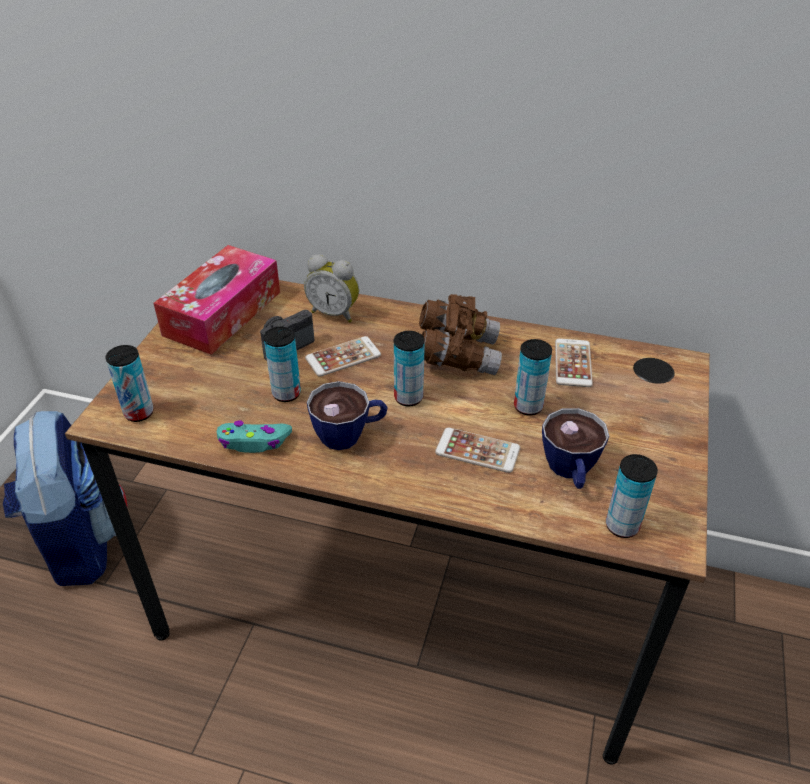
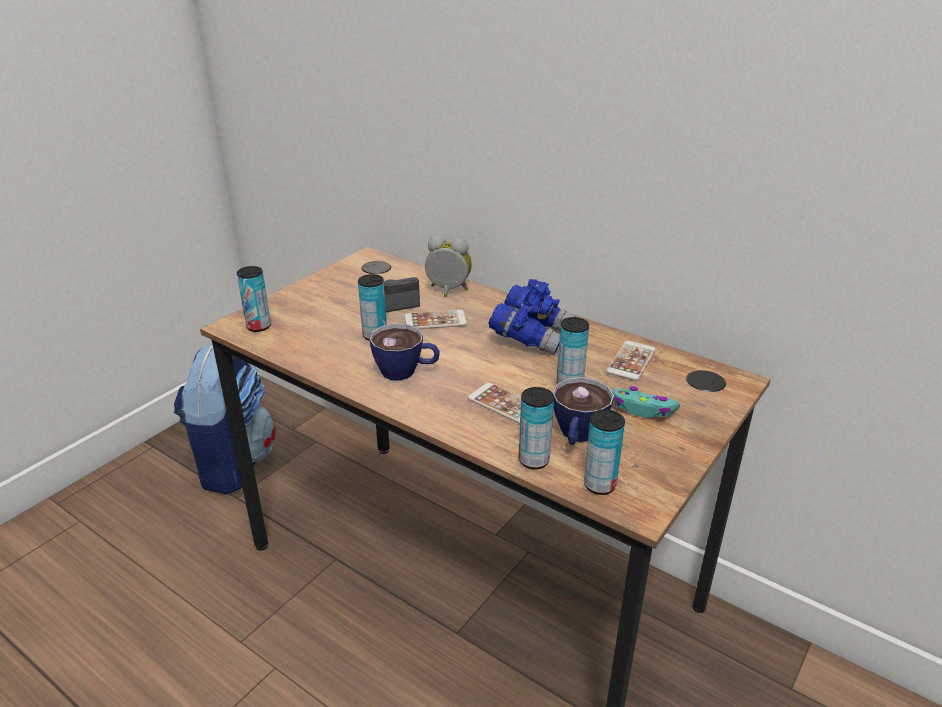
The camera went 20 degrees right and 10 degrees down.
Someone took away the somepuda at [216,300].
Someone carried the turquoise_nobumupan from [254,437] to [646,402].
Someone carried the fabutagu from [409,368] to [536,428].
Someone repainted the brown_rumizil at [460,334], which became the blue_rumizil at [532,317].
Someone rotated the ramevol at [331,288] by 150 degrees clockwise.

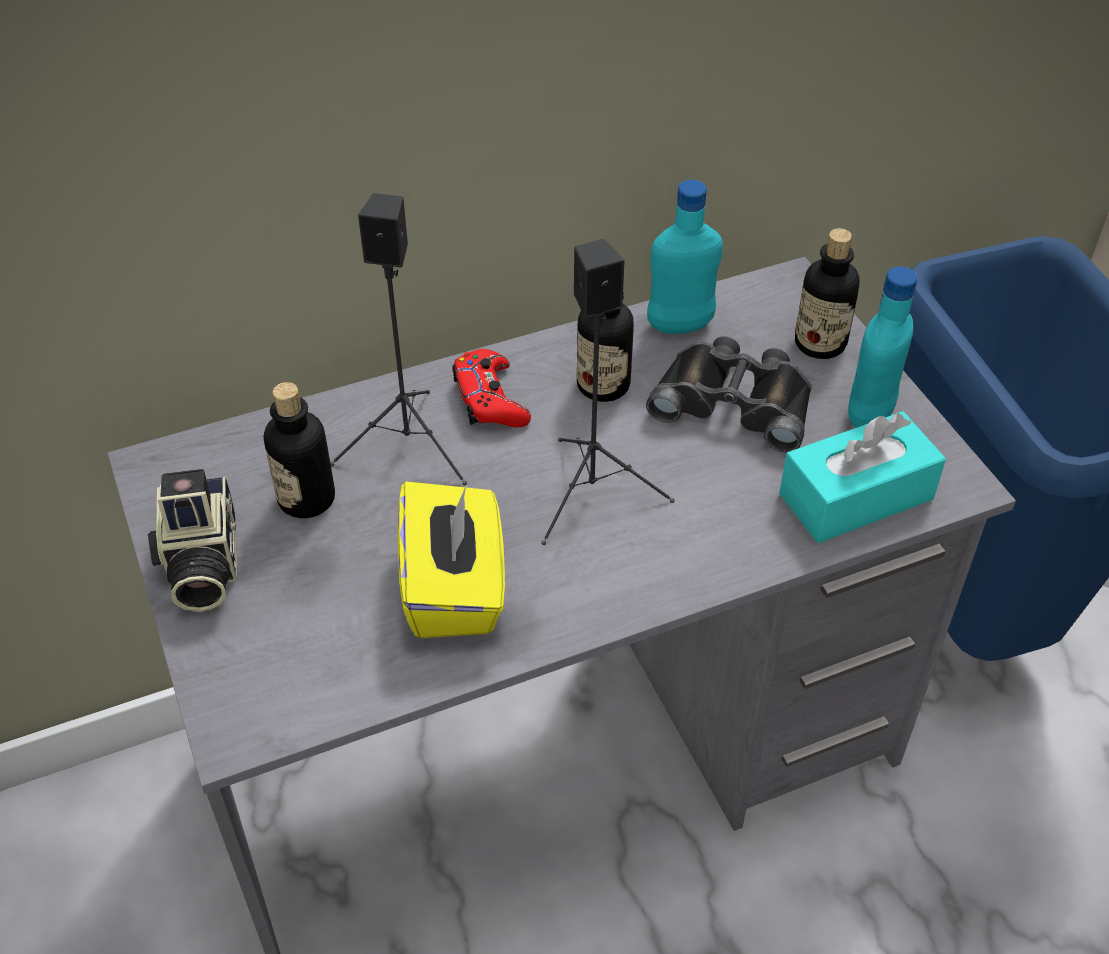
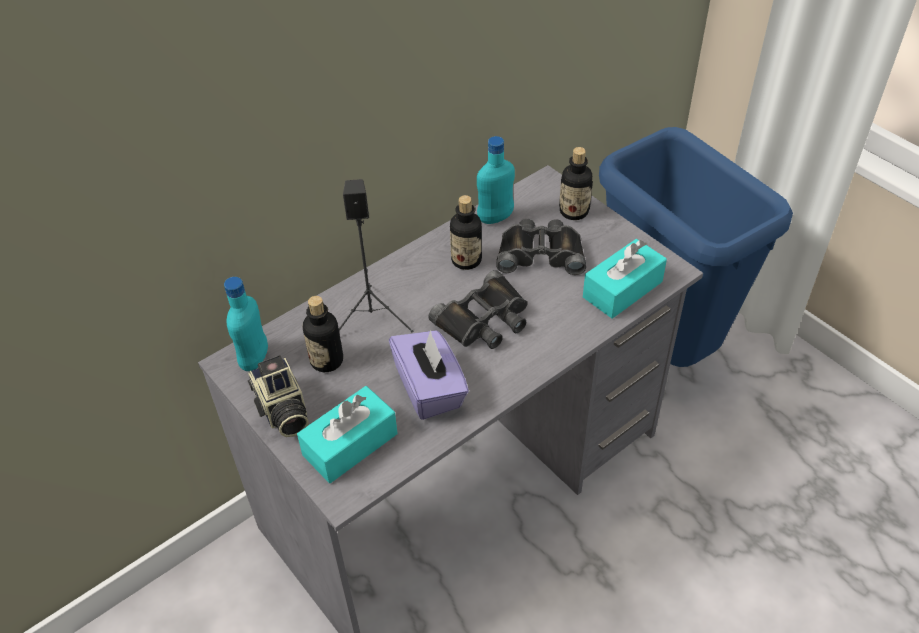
The camera went 15 degrees left and 0 degrees up.
Someone took away the red_nobumupan at [491,388].
Someone put down the turquoise_somepuda at [347,434].
Someone carried the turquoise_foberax from [883,347] to [246,324].
Someone swapped the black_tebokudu at [608,392] for the black_rumizil at [478,309].
Someone repainted the yellow_somepuda at [451,559], which became the purple_somepuda at [429,375].

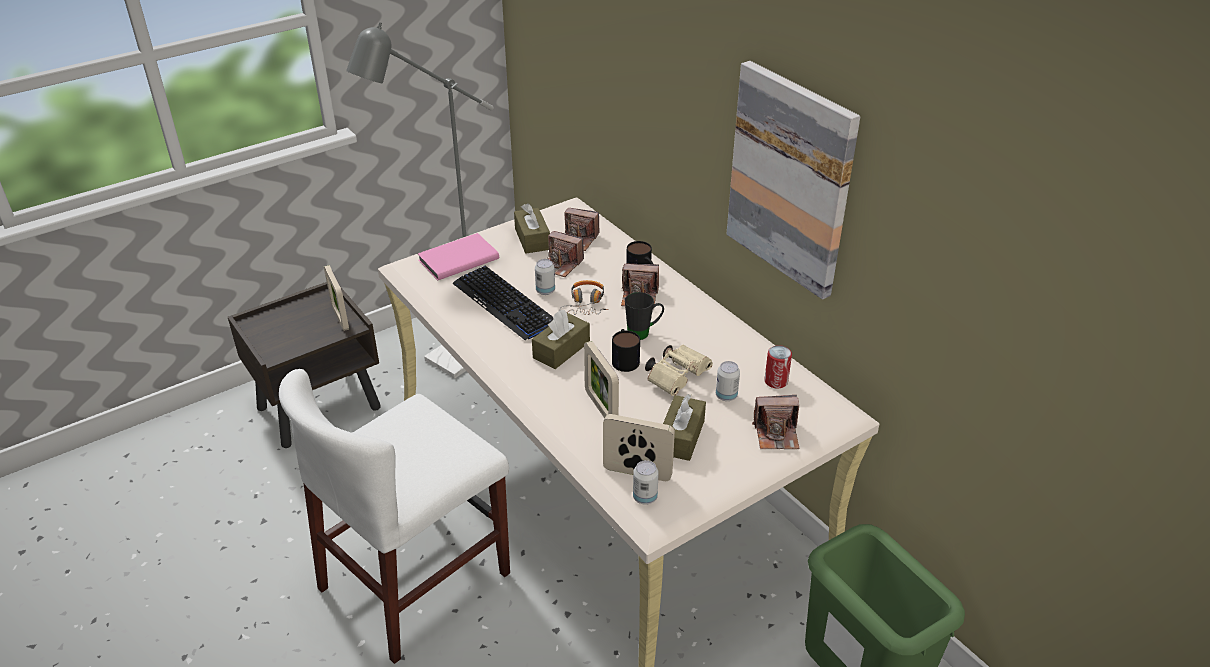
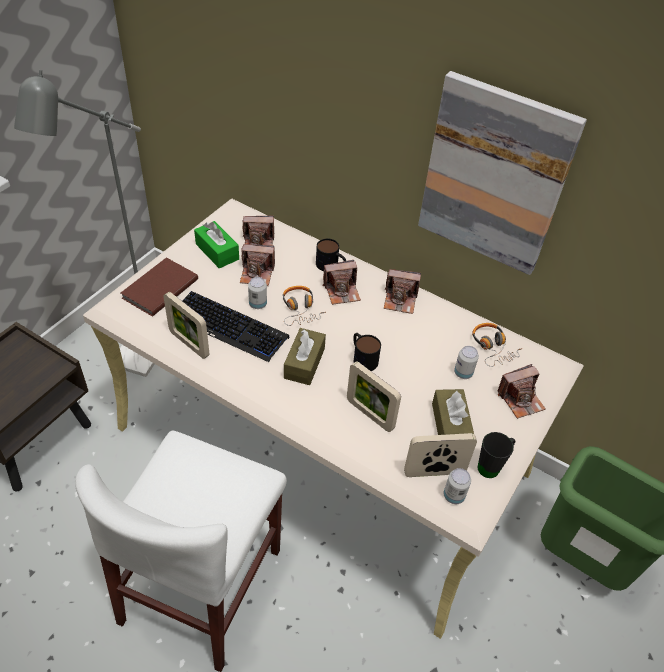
The camera went 25 degrees left and 10 degrees up.
Someone took away the beige_rumizil at [679,370].
Someone put down the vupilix at [402,291].
Someone carried the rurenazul from [336,298] to [186,325].
Someone carried the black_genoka from [644,316] to [496,455].
Someone swapped the fabutagu at [778,367] for the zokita at [497,345].
Someone repainted the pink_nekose at [458,256], which became the brown_nekose at [159,287].
Someone repainted the brown_somepuda at [532,228], which became the green_somepuda at [216,244].

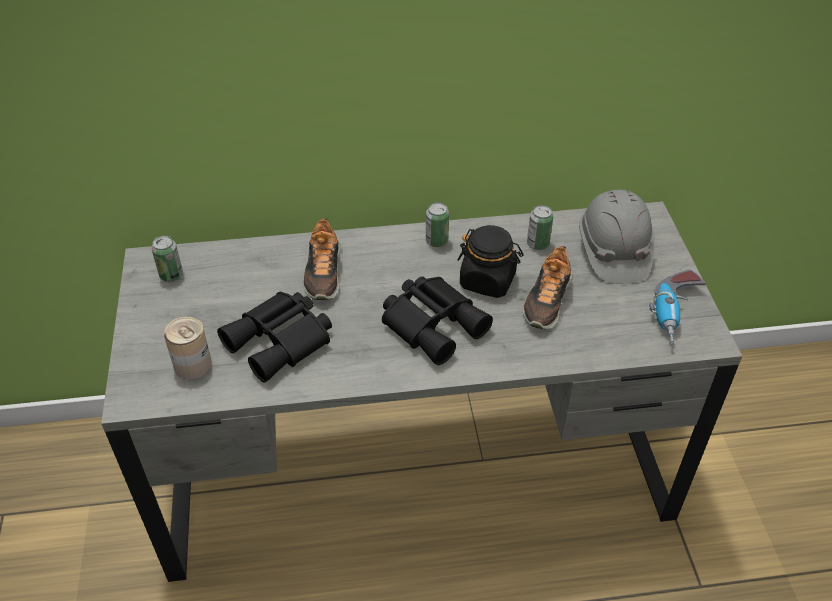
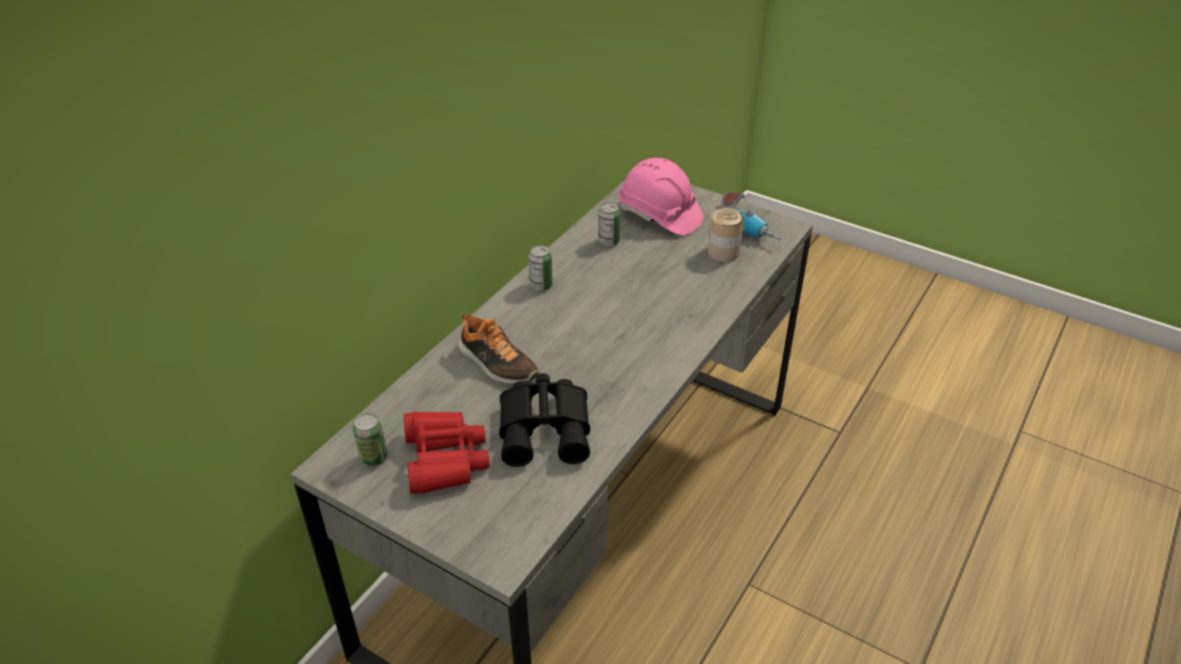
The camera went 50 degrees left and 5 degrees down.
Someone took away the black_rumizil at [437,321].
Someone took away the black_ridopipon at [491,261].
Someone took away the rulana at [548,287].
Someone put down the red_rumizil at [447,452].
Someone carried the fabutagu from [188,348] to [726,235].
Someone repainted the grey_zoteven at [617,237], which became the pink_zoteven at [661,196].

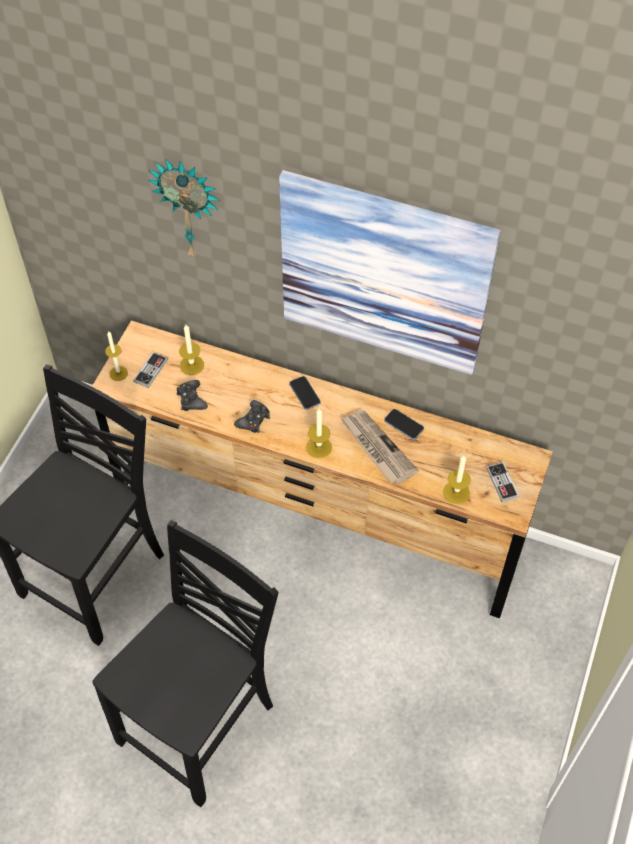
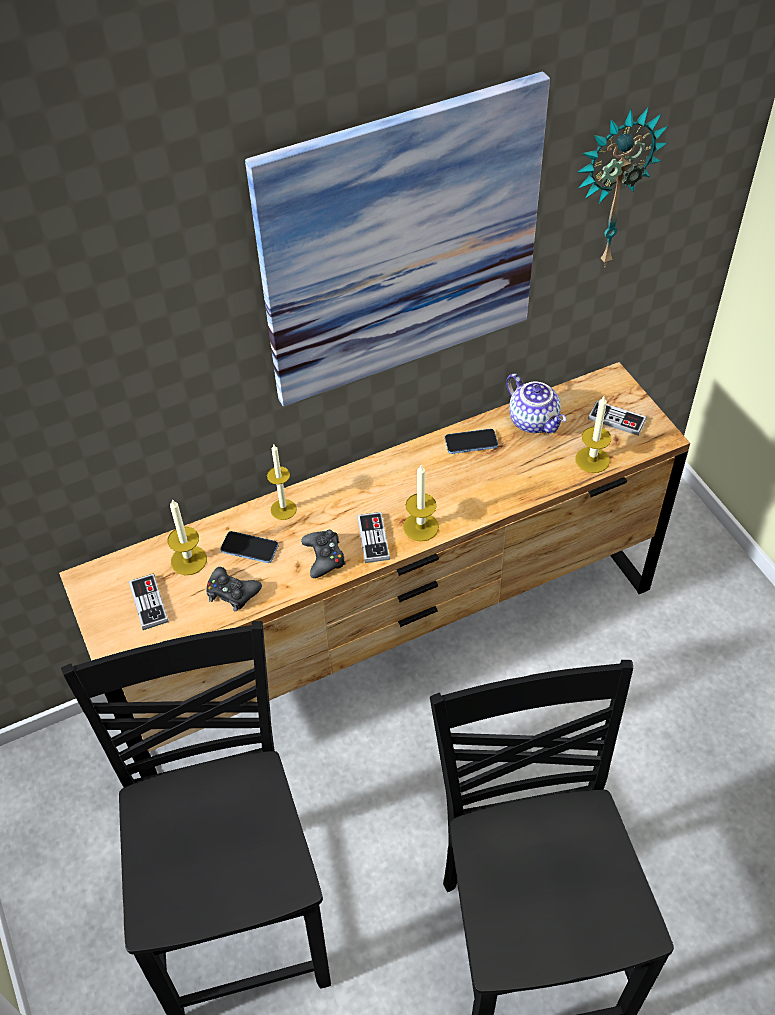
The camera went 45 degrees left and 5 degrees down.
Someone took away the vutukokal at [380,448].
Someone put down the nobumupan at [373,537].
Someone put down the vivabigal at [536,403].
Someone carried the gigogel from [116,356] to [282,482].
Someone carried the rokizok from [184,209] to [622,187].
Someone carried the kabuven from [305,393] to [249,547].

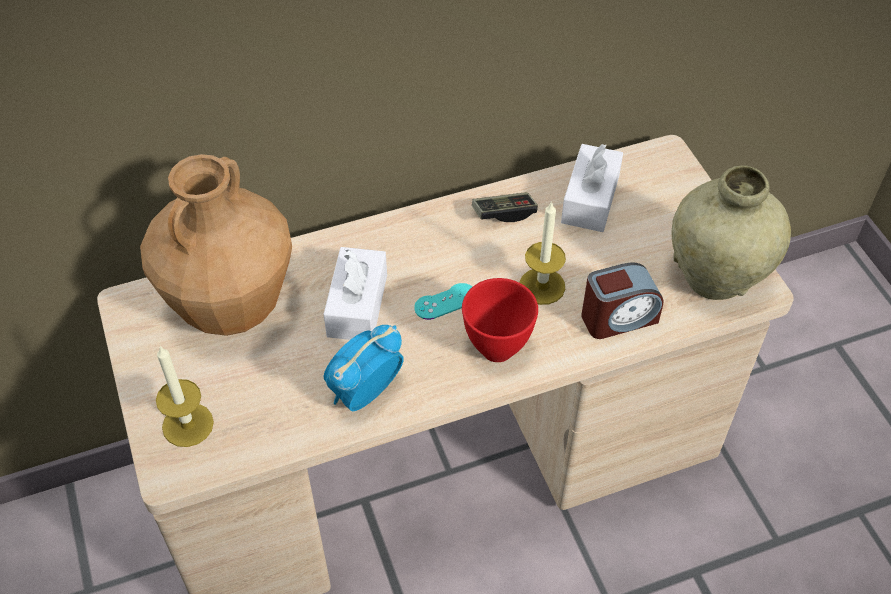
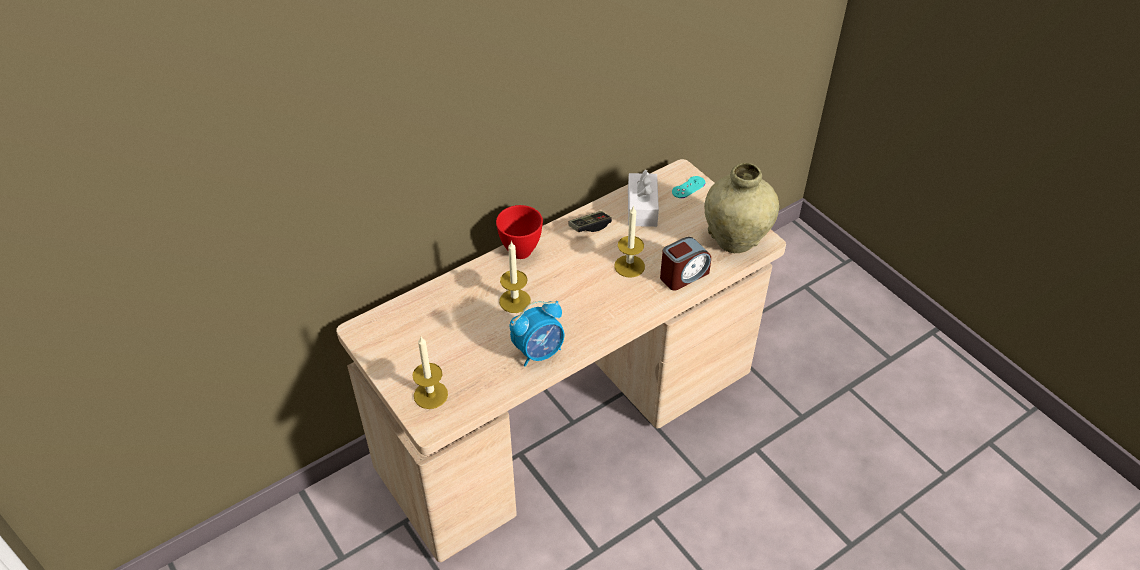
The camera went 15 degrees left and 5 degrees down.
Someone took away the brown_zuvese at [216,245].
Someone carried the turquoise_nobumupan from [443,301] to [689,187].
Someone carried the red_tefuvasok from [500,320] to [519,232].
Someone swapped the white_somepuda at [355,293] for the gigogel at [515,276].
Someone rotated the ramevol at [363,368] by 150 degrees counterclockwise.

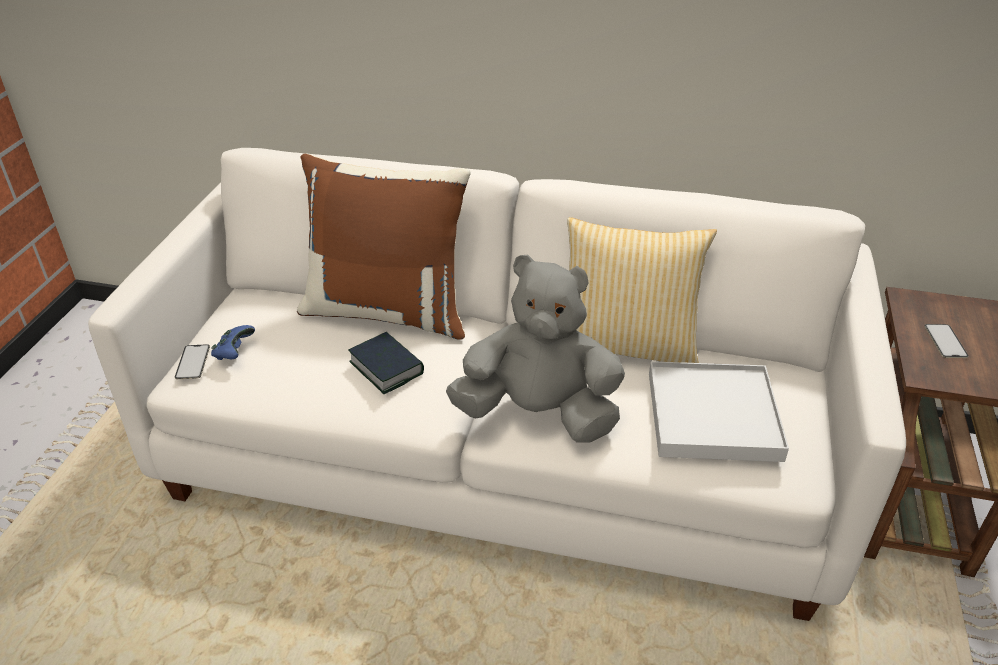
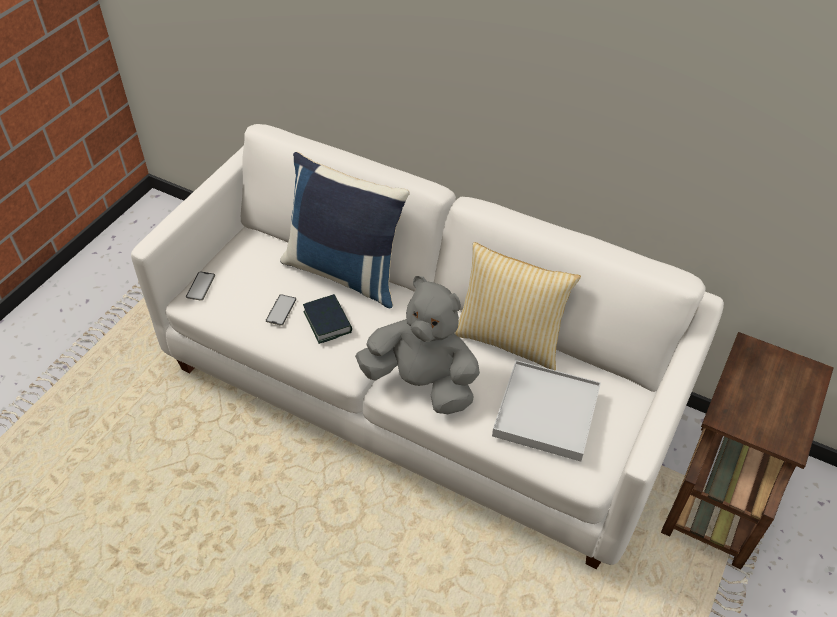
The camera went 15 degrees right and 10 degrees up.
Someone took away the blue_nobumupan at [233,342].
Someone carried the kabuven from [946,341] to [281,310].
Someone repainted the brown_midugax at [383,246], which became the blue_midugax at [345,230].

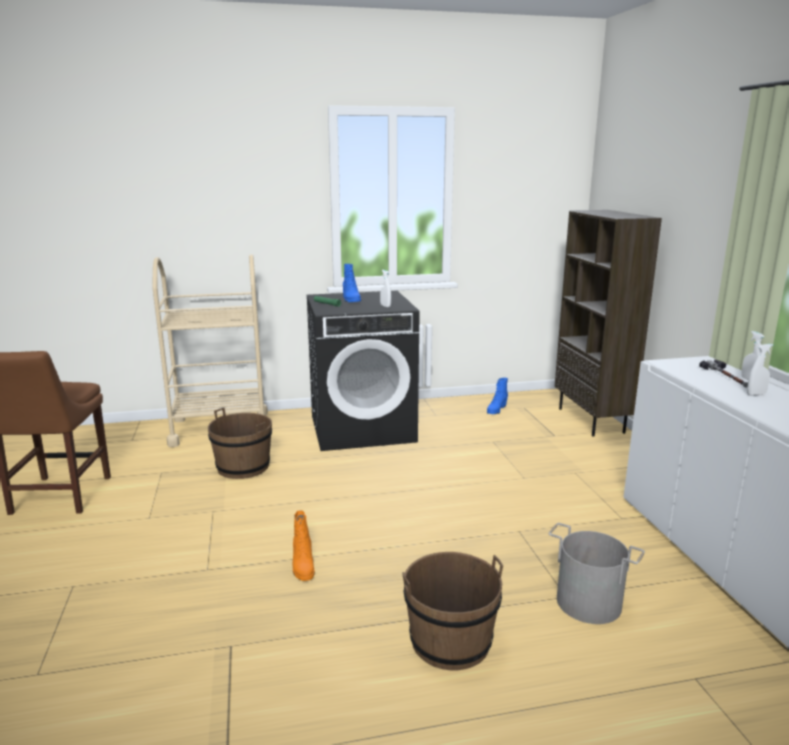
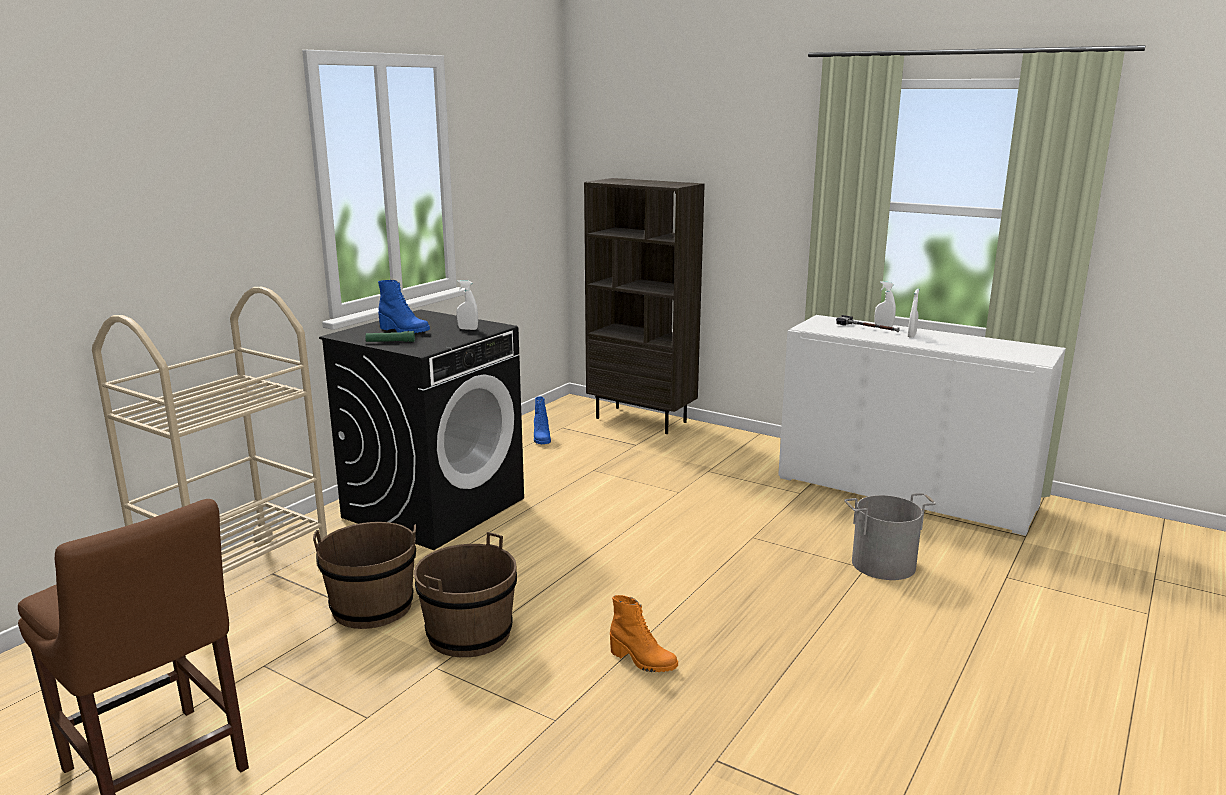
The camera went 45 degrees left and 0 degrees up.
Someone carried the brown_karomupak from [452,611] to [465,594].

